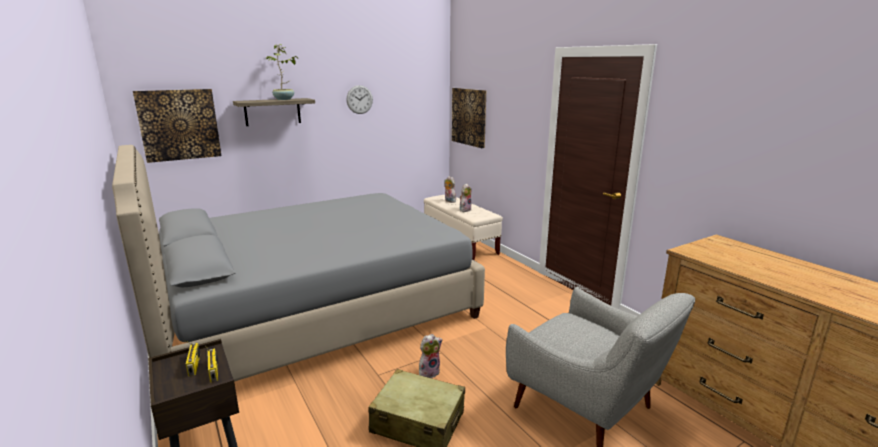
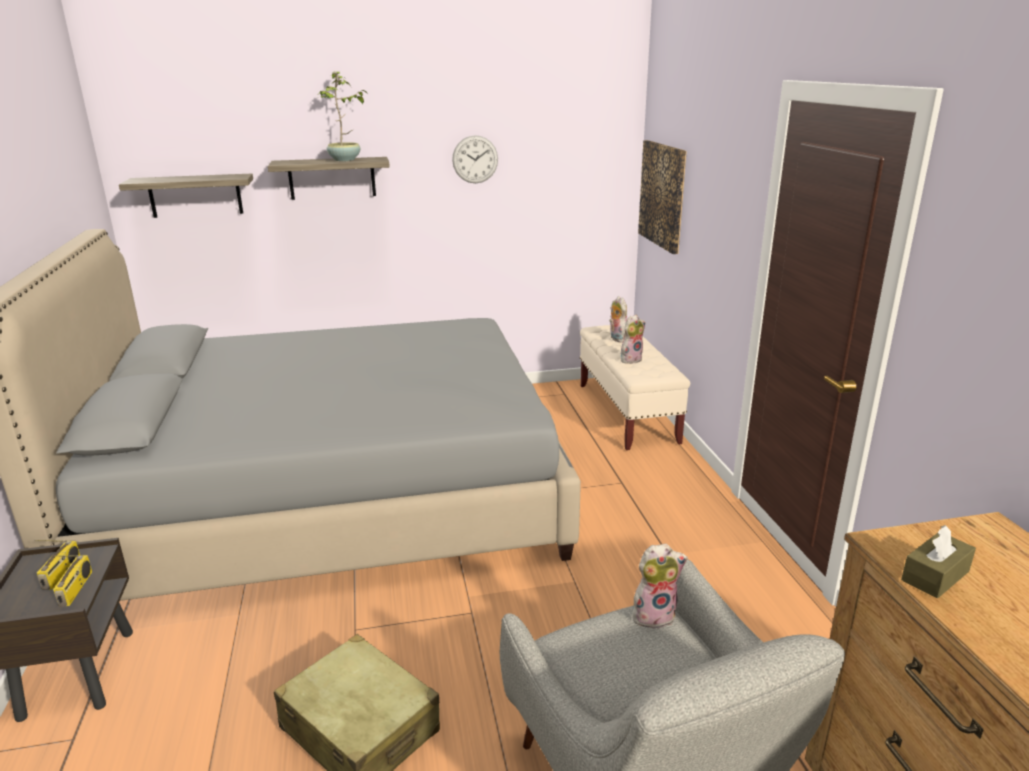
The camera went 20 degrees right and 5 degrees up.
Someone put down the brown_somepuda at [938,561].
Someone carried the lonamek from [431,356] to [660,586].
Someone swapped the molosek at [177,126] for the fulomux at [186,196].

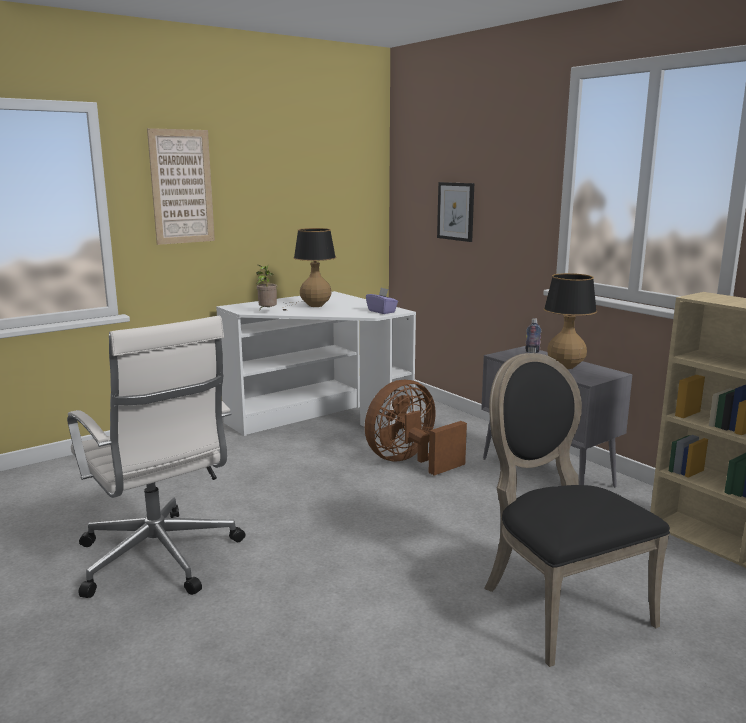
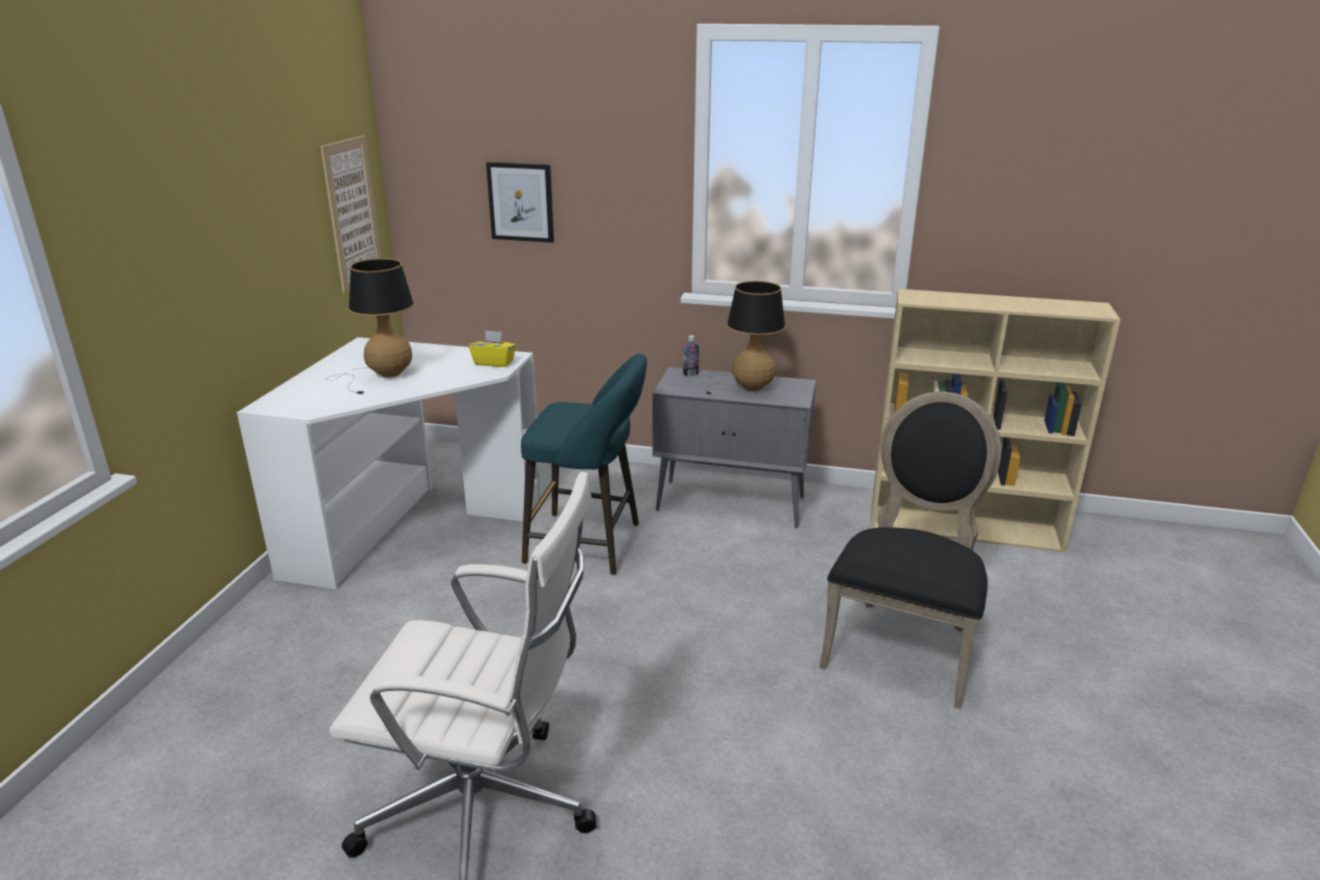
The camera went 40 degrees left and 10 degrees up.
Someone took away the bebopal at [266,287].
Someone carried the molosek from [181,186] to [351,213].
Someone swapped the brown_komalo at [416,428] for the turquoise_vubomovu at [584,464].
Someone repainted the purple_somepuda at [382,301], which became the yellow_somepuda at [492,348].
Someone rotated the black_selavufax at [577,510] by 90 degrees clockwise.

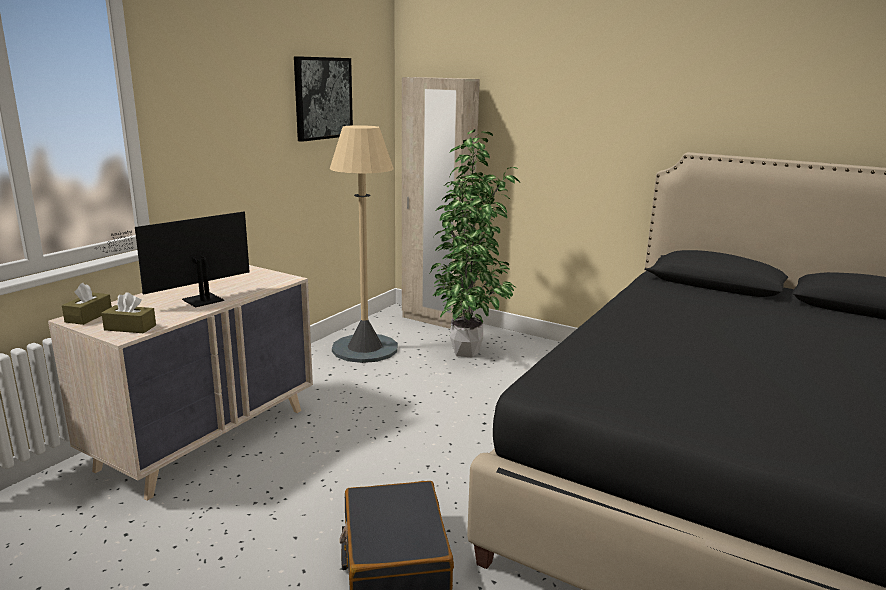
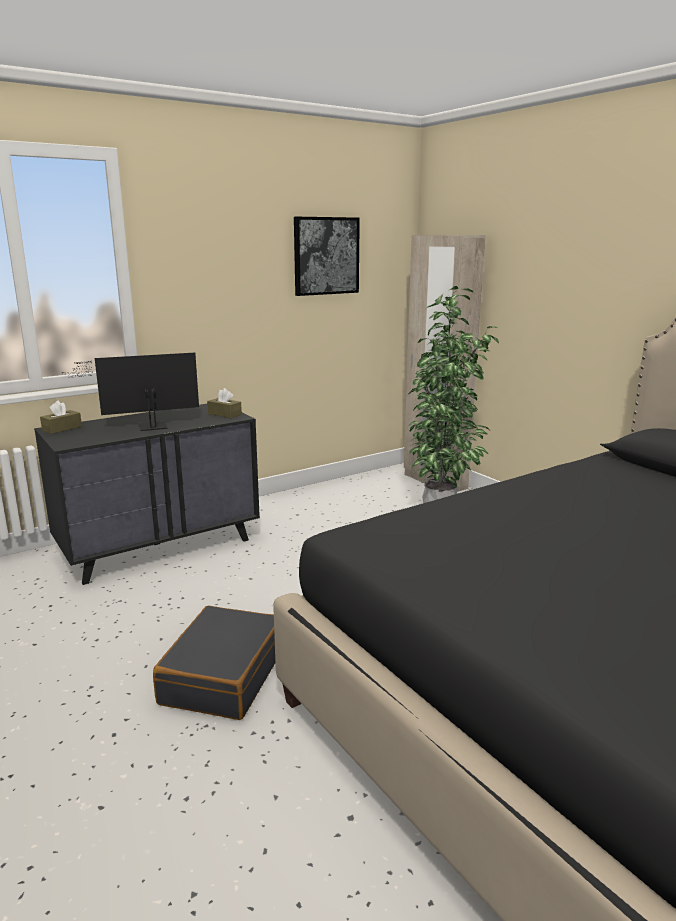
The camera went 25 degrees right and 0 degrees up.
Someone took away the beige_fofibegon at [364,244].
Someone carried the brown_somepuda from [128,313] to [224,403].
Someone repainted the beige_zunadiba at [180,383], which became the black_zunadiba at [147,494].

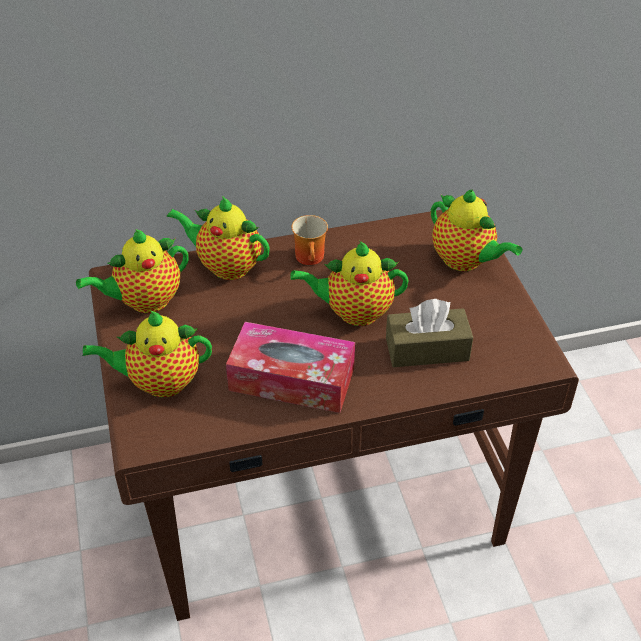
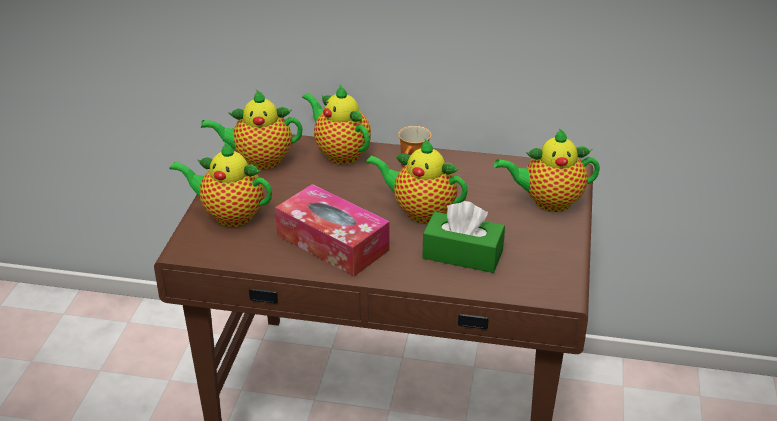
The camera went 25 degrees right and 10 degrees down.
Someone repainted the brown_somepuda at [429,333], which became the green_somepuda at [463,237].
Someone rotated the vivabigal at [476,230] by 105 degrees clockwise.

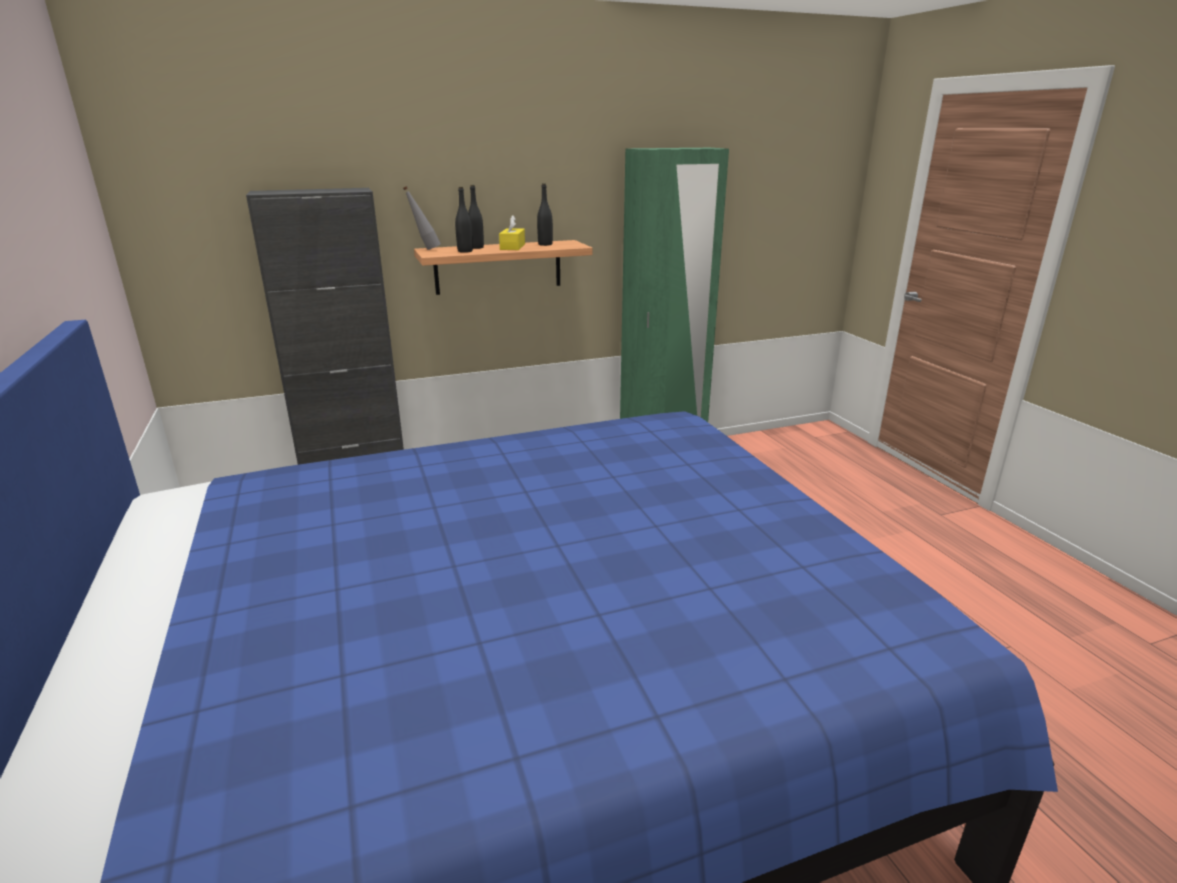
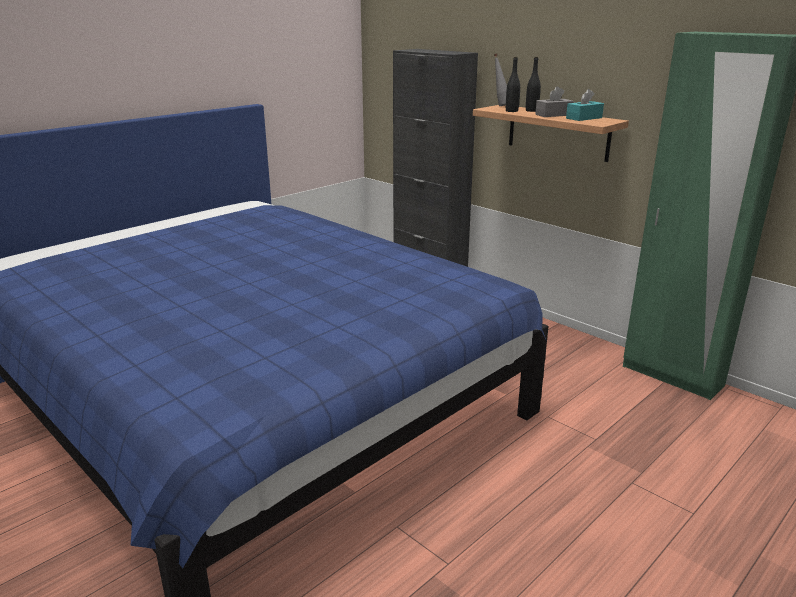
The camera went 65 degrees right and 0 degrees up.
Someone swapped the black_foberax at [545,214] for the turquoise_somepuda at [585,105].
Someone repainted the yellow_somepuda at [512,232], which became the grey_somepuda at [554,101].

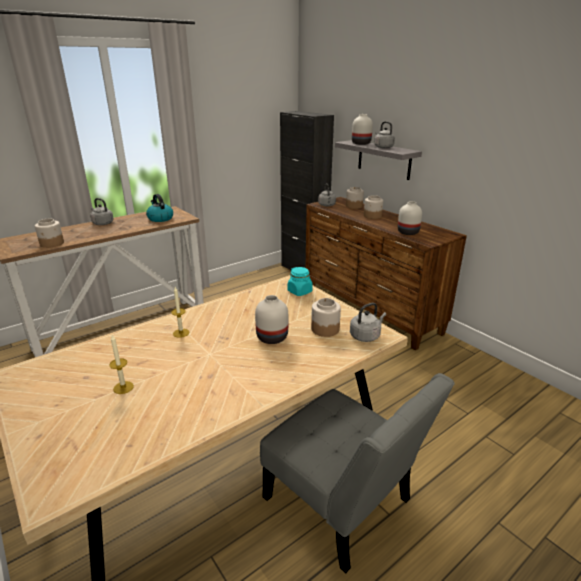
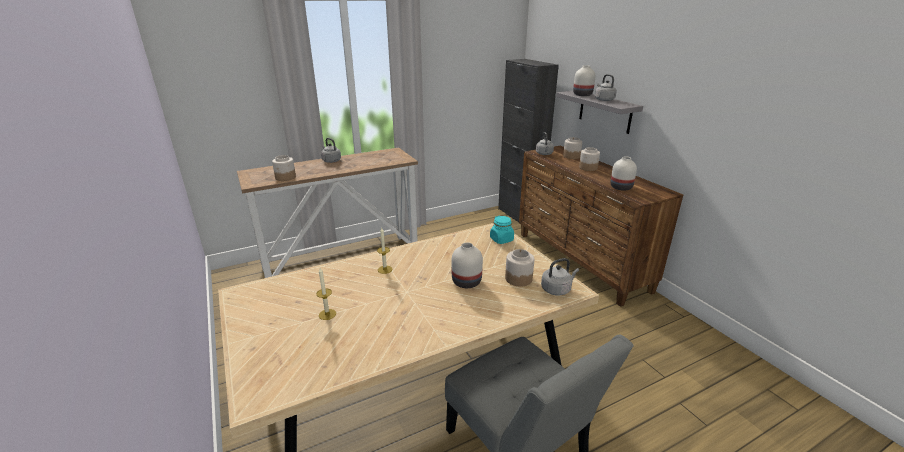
The camera went 10 degrees right and 0 degrees up.
Someone took away the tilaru at [159,208].

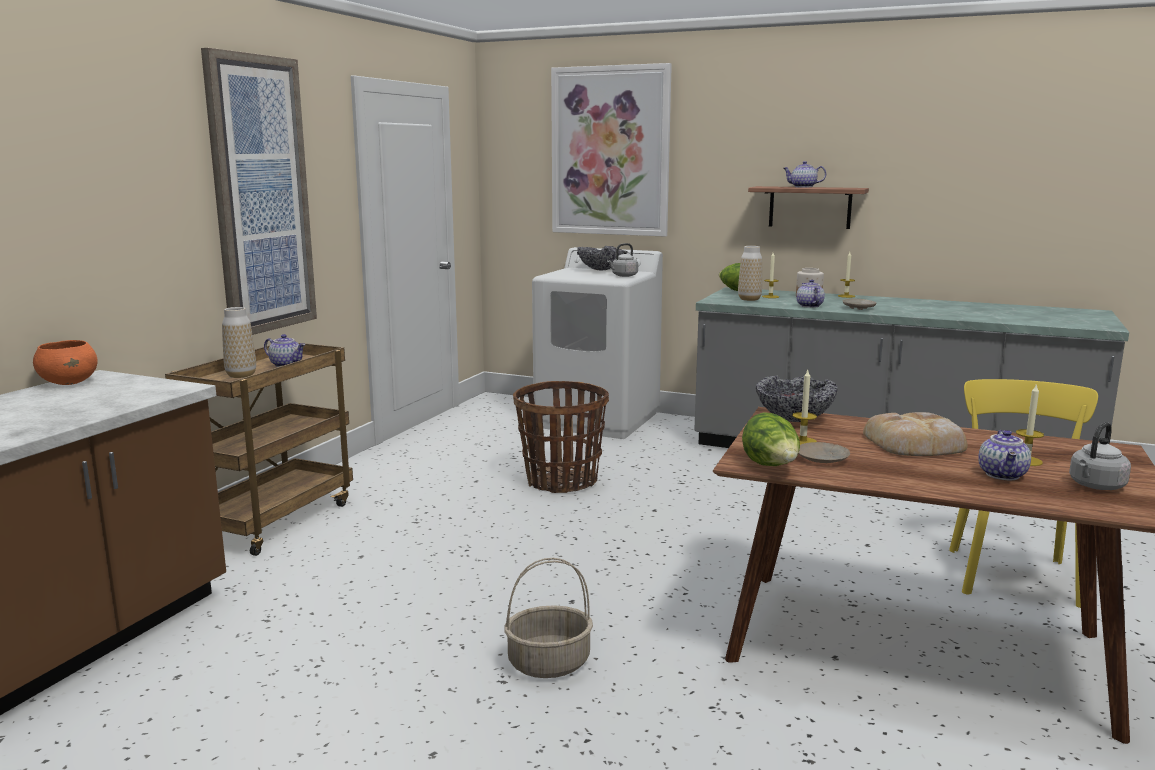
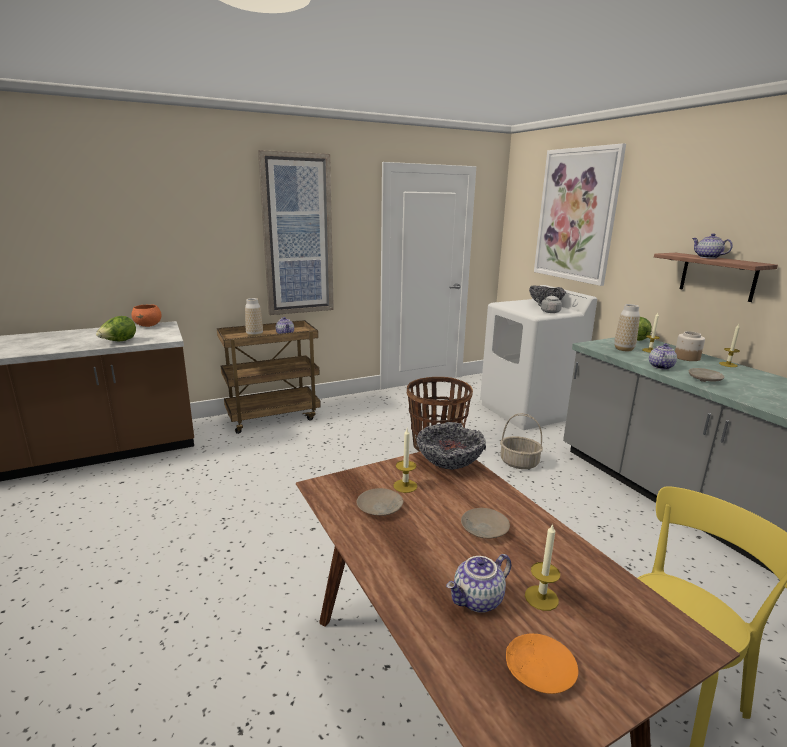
The camera went 40 degrees right and 5 degrees up.
Someone carried the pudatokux from [549,618] to [521,441].
Someone carried the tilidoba from [771,439] to [116,328].
Someone swapped the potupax at [915,434] for the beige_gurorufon at [485,523].
Someone swapped the grey_tilaru at [1100,456] for the orange_gurorufon at [542,663].

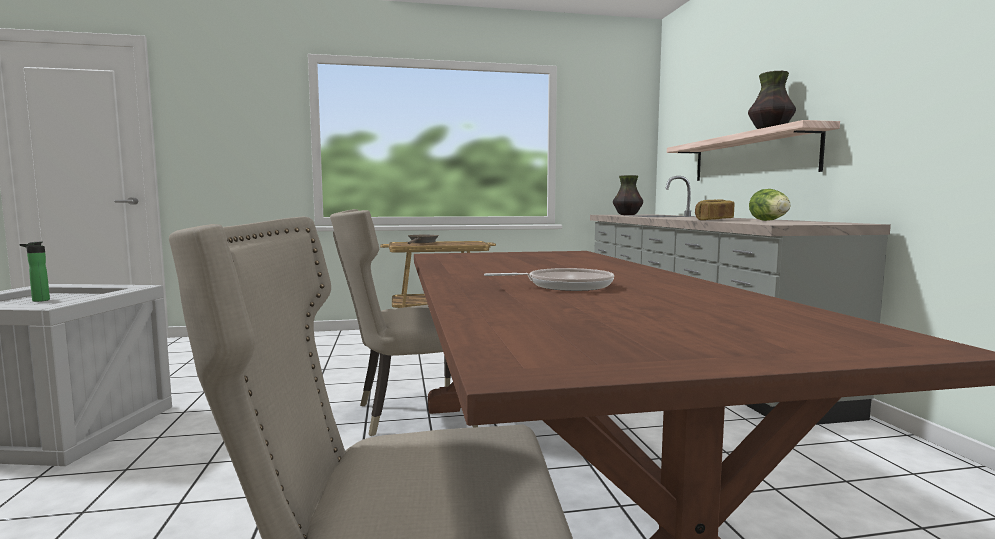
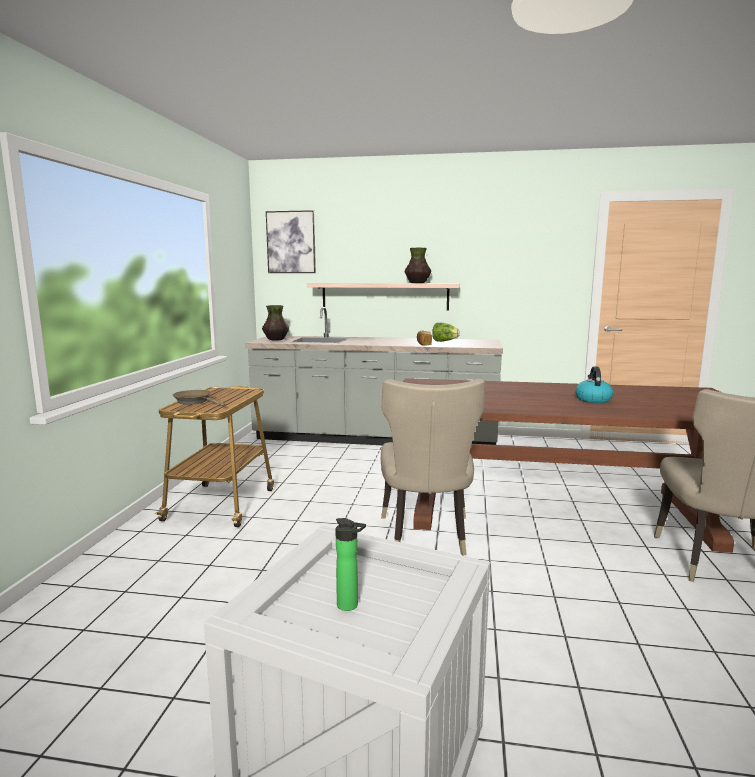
The camera went 70 degrees left and 5 degrees up.
Someone put up the molosek at [291,241].
Someone swapped the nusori at [549,279] for the tilaru at [594,384].

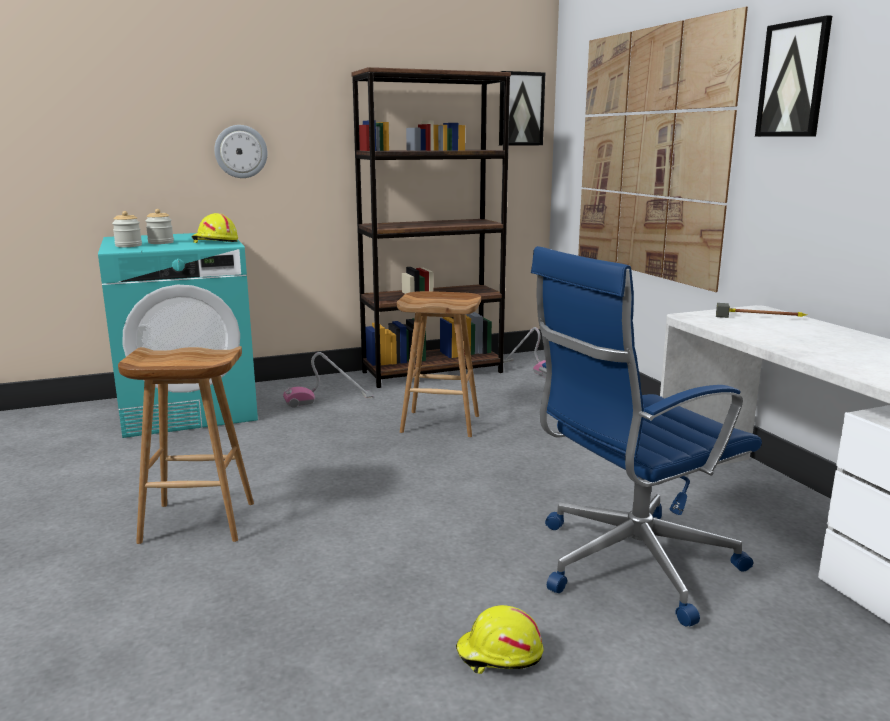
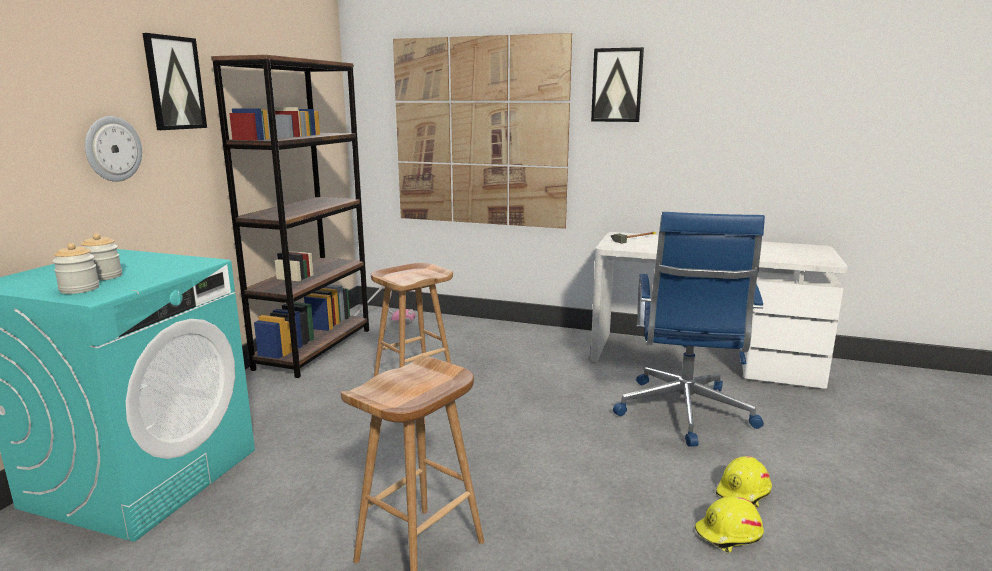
The camera went 50 degrees left and 0 degrees up.
Someone took away the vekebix at [328,380].
Someone carried the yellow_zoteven from [215,228] to [729,524].
Someone carried the molosek from [522,108] to [174,81].

